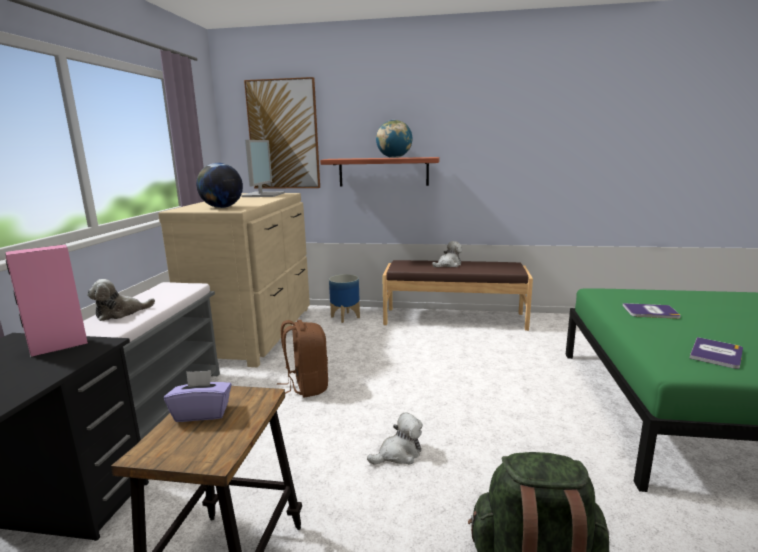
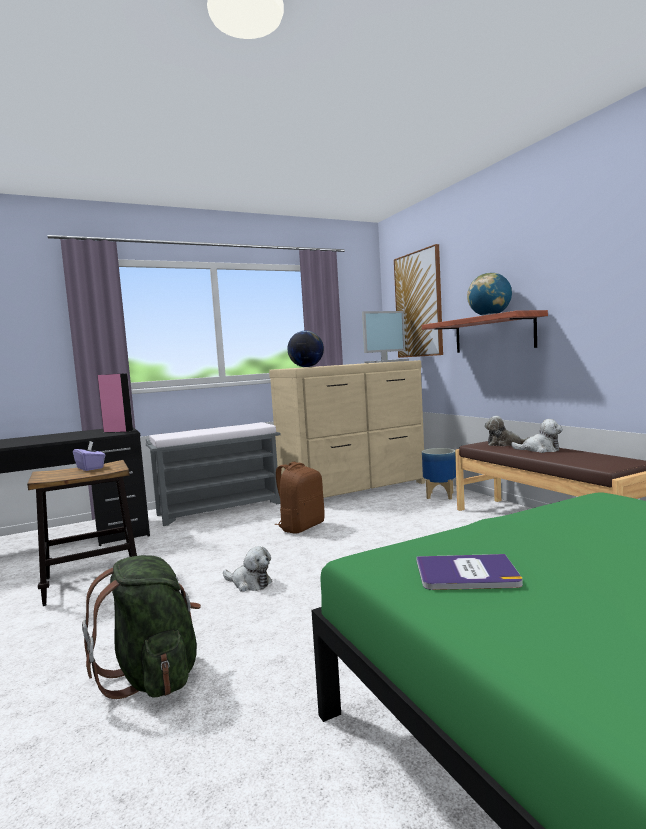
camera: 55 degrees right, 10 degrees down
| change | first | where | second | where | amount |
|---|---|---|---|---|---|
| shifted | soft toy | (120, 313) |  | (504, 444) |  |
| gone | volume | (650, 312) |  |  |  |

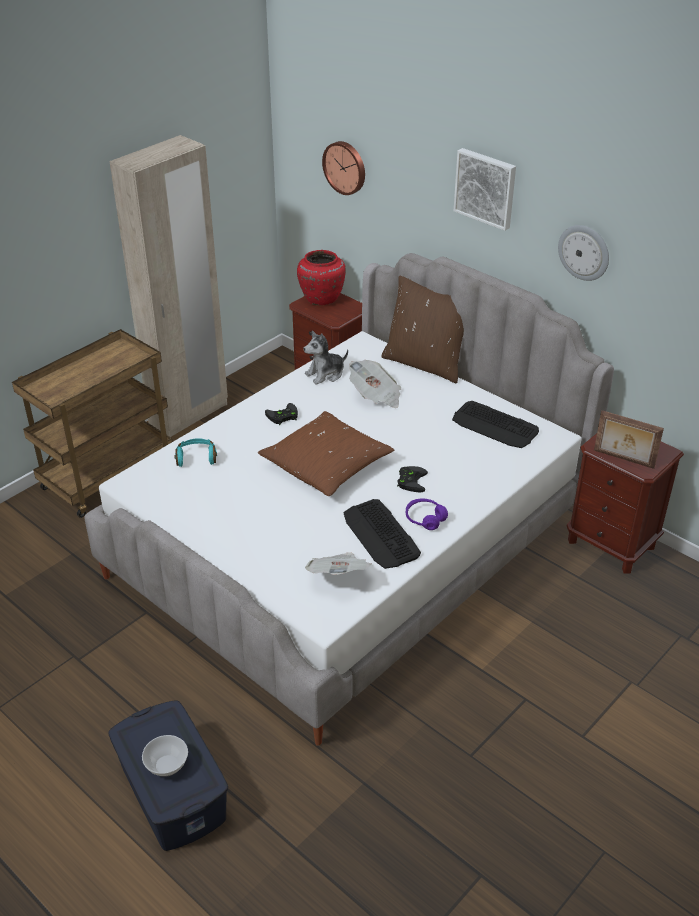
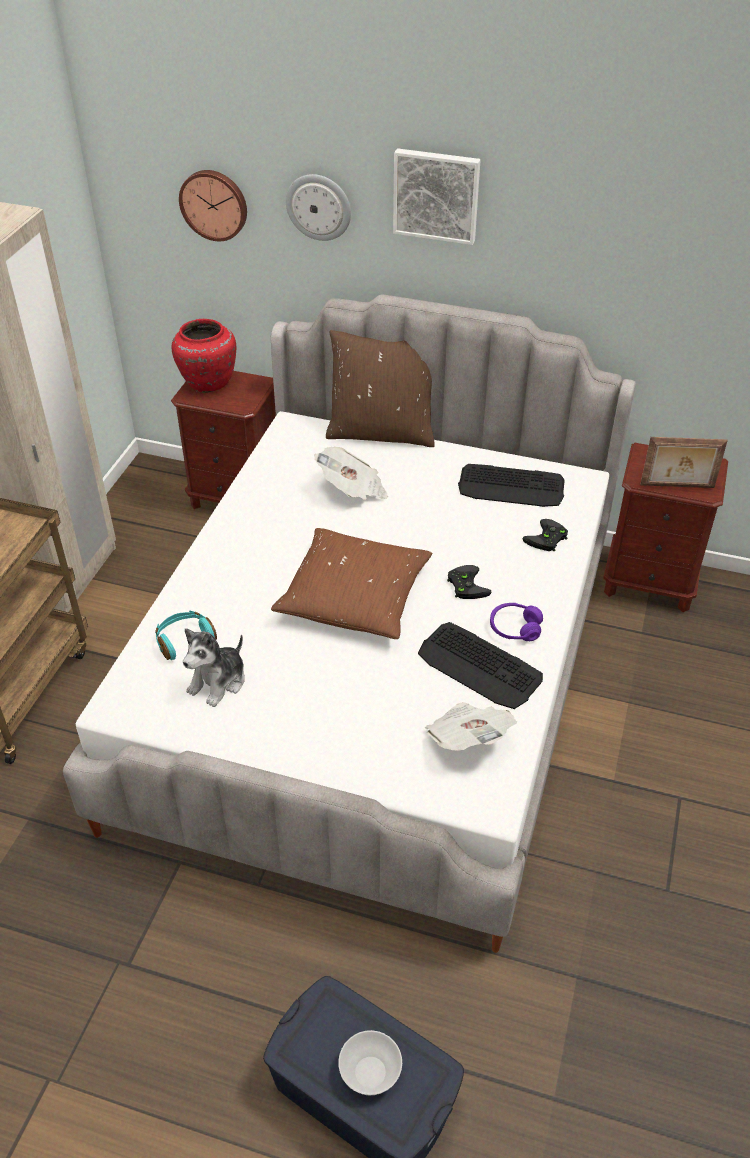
camera: 25 degrees left, 5 degrees up
| change | first | where | second | where | amount |
|---|---|---|---|---|---|
| shifted | wall clock | (584, 252) |  | (319, 207) |  |
| shifted | soft toy | (325, 374) |  | (218, 682) |  |
| shifted | joypad/black | (282, 416) |  | (546, 539) |  |

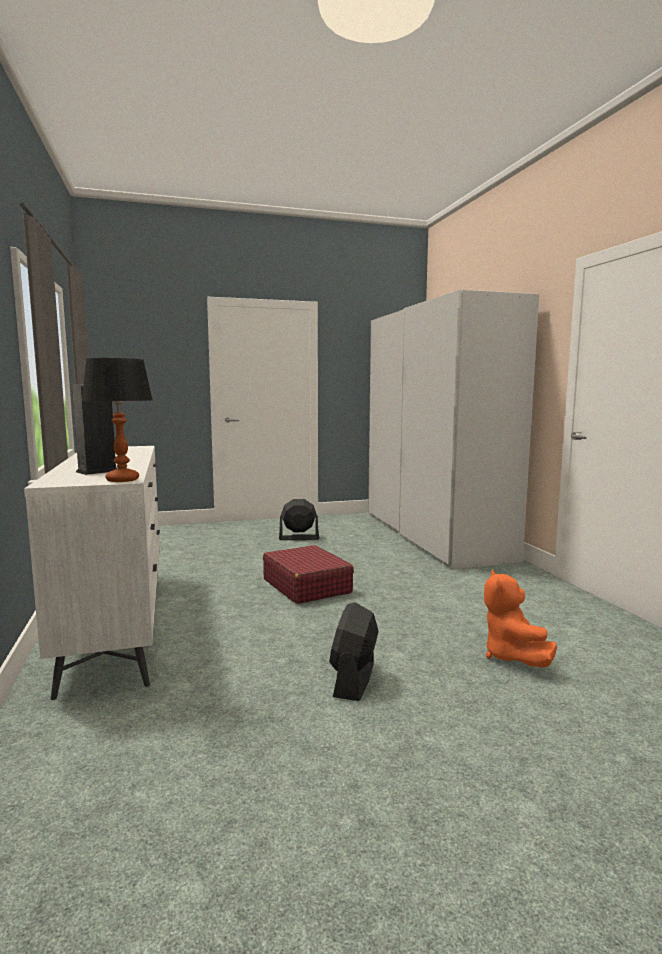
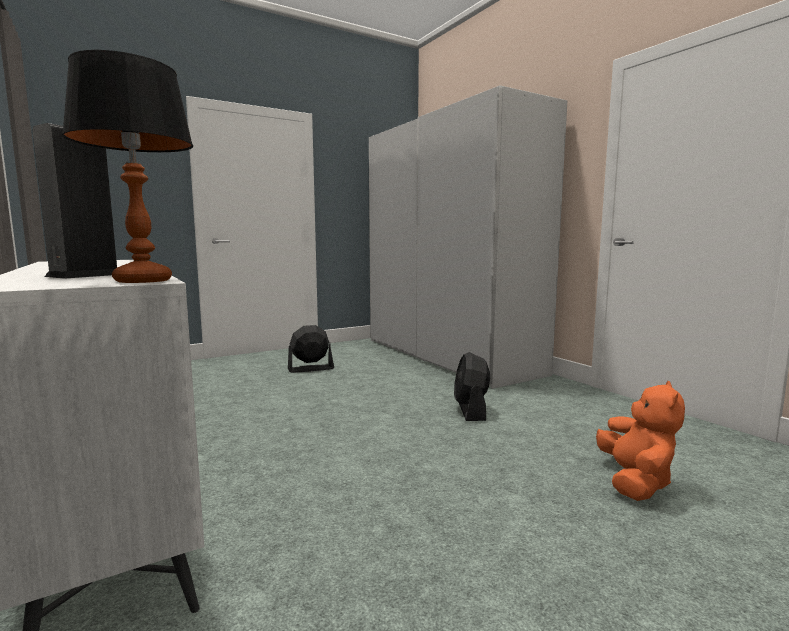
camera: 15 degrees left, 0 degrees up
| change | first | where | second | where | amount |
|---|---|---|---|---|---|
| gone | piece of luggage/red-coloured | (306, 586) |  |  |  |
| rotated | soft toy/orangey | (512, 657) |  | (635, 482) | 150 degrees counterclockwise |
| shifted | electric fan/black | (354, 679) |  | (471, 410) |  |

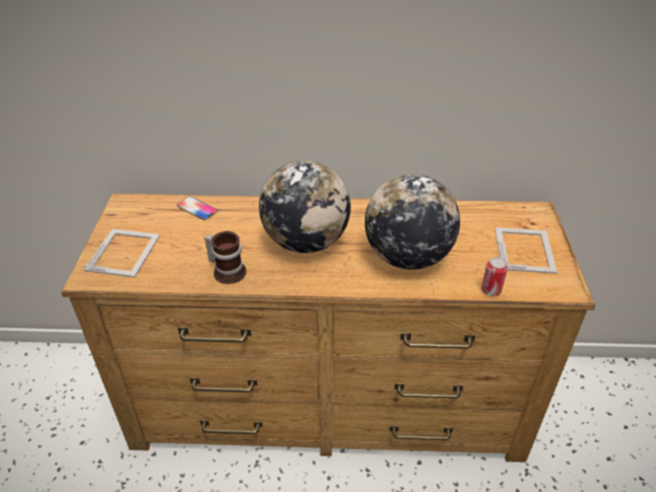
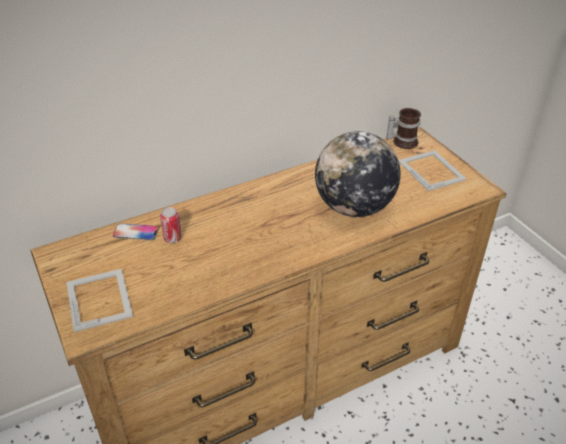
camera: 30 degrees left, 0 degrees up
| change | first | where | second | where | amount |
|---|---|---|---|---|---|
| gone | desk globe | (306, 242) |  |  |  |
| shifted | tea mug | (228, 270) |  | (402, 141) |  |
| shifted | sealed can | (491, 290) |  | (172, 238) |  |

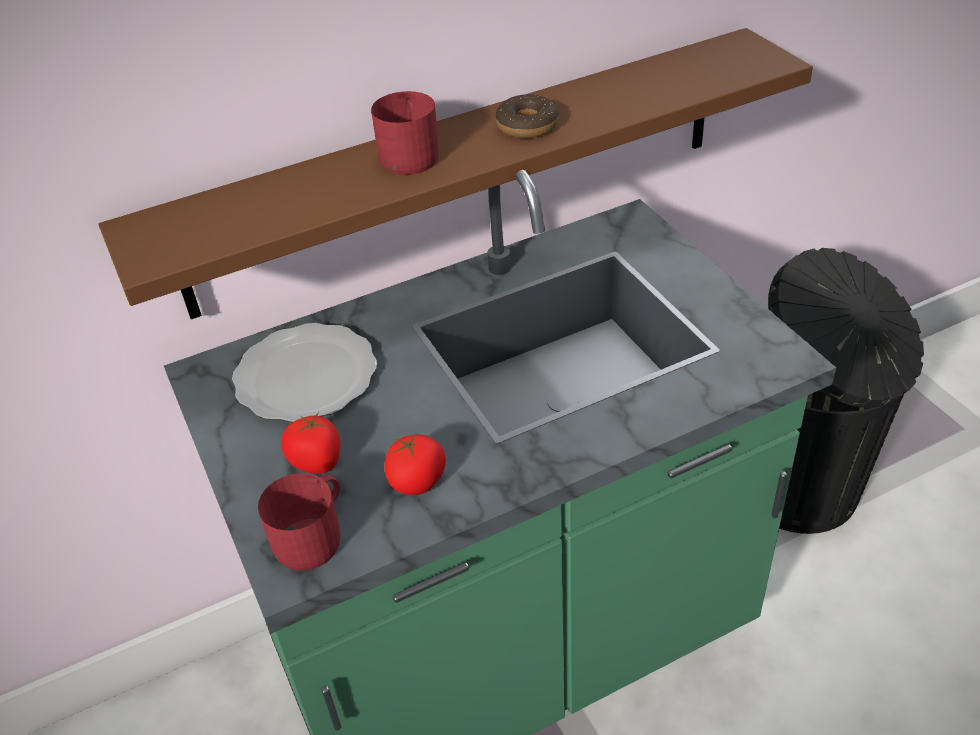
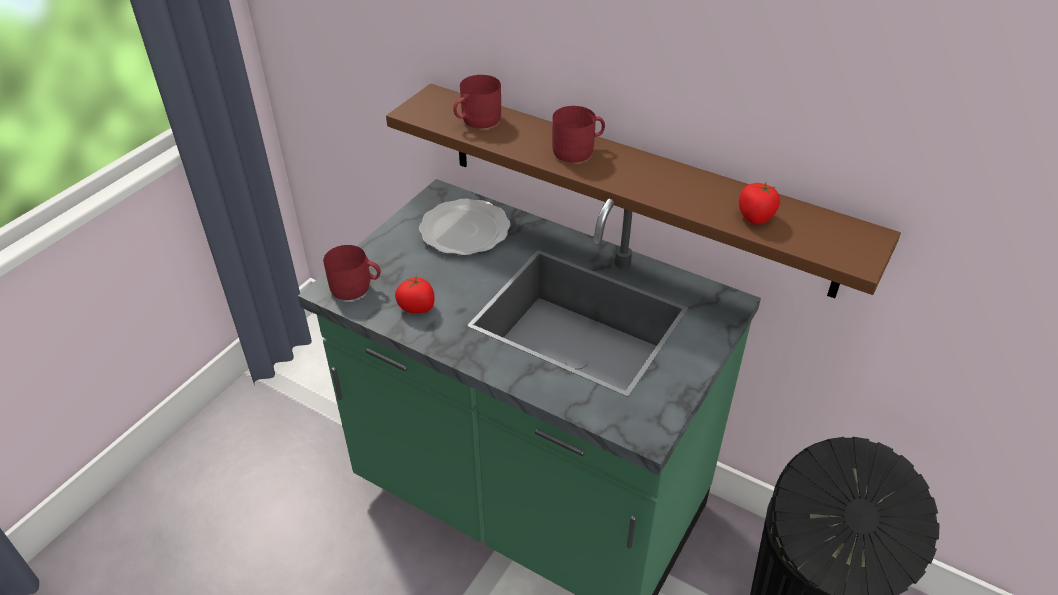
camera: 55 degrees right, 0 degrees up
| change | first | where | second | where | amount |
|---|---|---|---|---|---|
| gone | donut | (527, 126) |  |  |  |
| shifted | tomato | (317, 461) |  | (755, 217) |  |
| new |  |  | tea mug/red-coloured | (476, 120) |  |

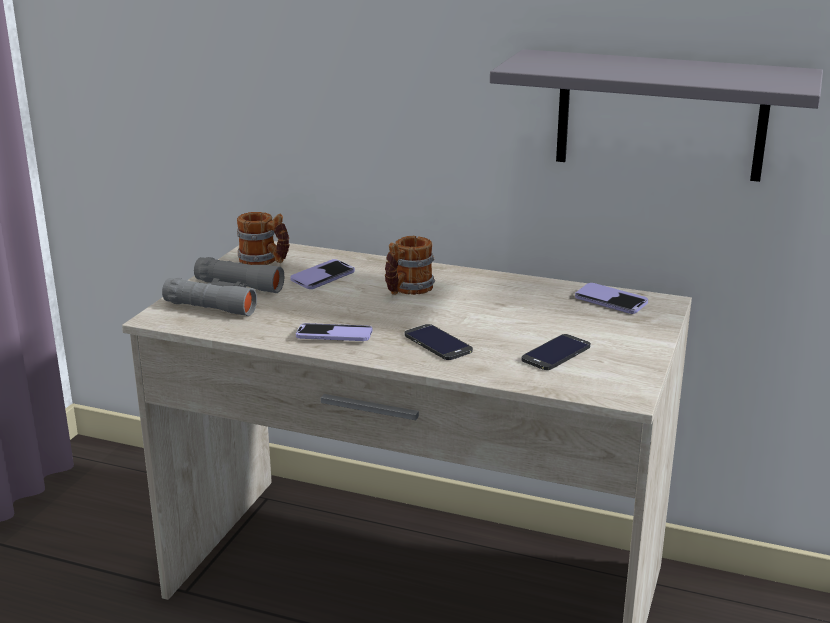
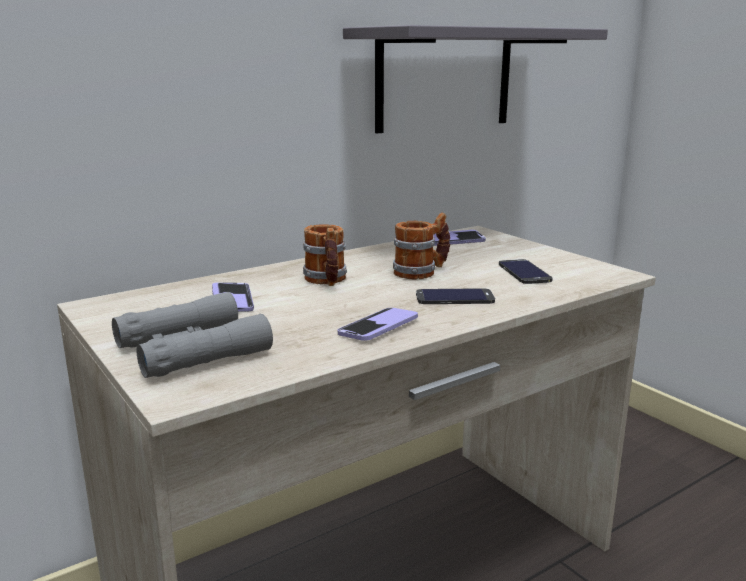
camera: 55 degrees left, 5 degrees down
| change | first | where | second | where | amount |
|---|---|---|---|---|---|
| shifted | tea mug | (264, 261) |  | (421, 272) |  |

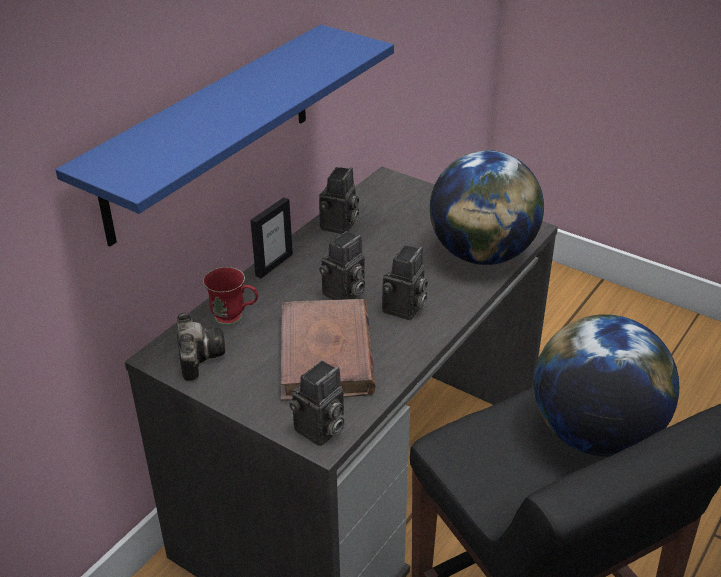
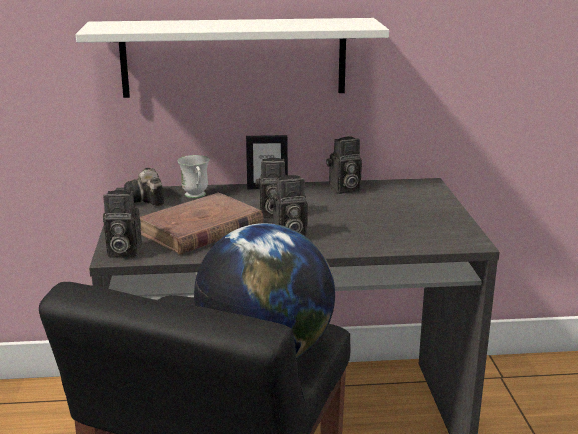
camera: 50 degrees right, 15 degrees down
| change | first | where | second | where | amount |
|---|---|---|---|---|---|
| repainted | wall shelf/bluish | (210, 133) | wall shelf/white-coloured | (234, 57) |  |
| gone | desk globe | (482, 254) |  |  |  |
| repainted | tea mug/red-coloured | (235, 318) | tea mug/white-coloured | (196, 196) |  |
| rotated | still camera | (198, 355) |  | (147, 200) | 120 degrees clockwise |

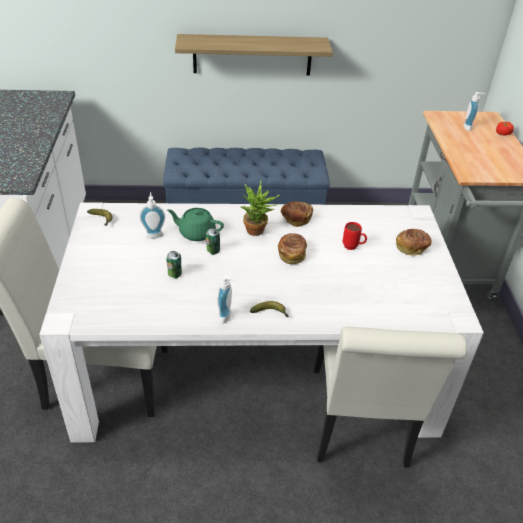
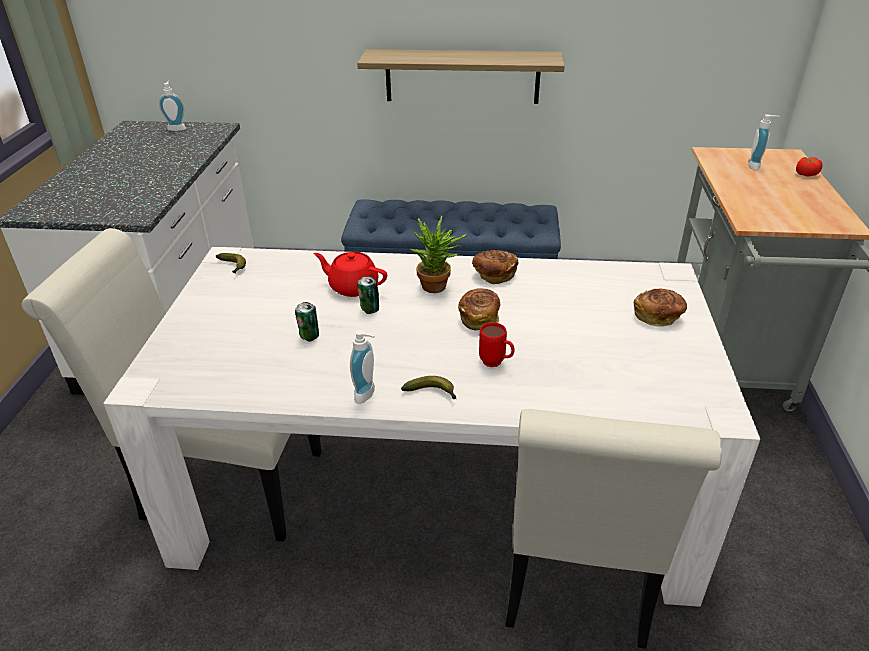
camera: 10 degrees right, 5 degrees down
| change | first | where | second | where | amount |
|---|---|---|---|---|---|
| shifted | soap dispenser | (154, 234) |  | (177, 128) |  |
| repainted | pot for tea/green | (196, 233) | pot for tea/red-coloured | (353, 287) |  |
| shifted | tea mug/red-coloured | (353, 247) |  | (496, 363) |  |

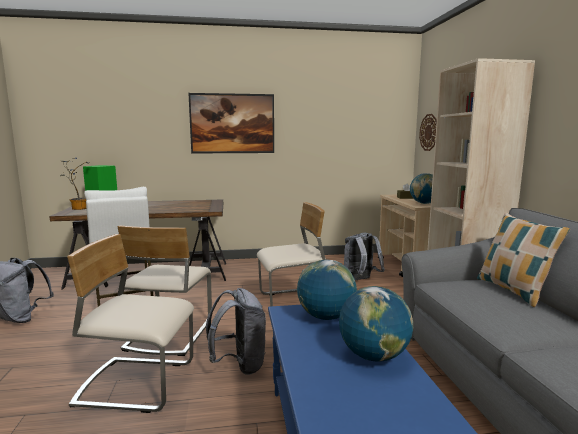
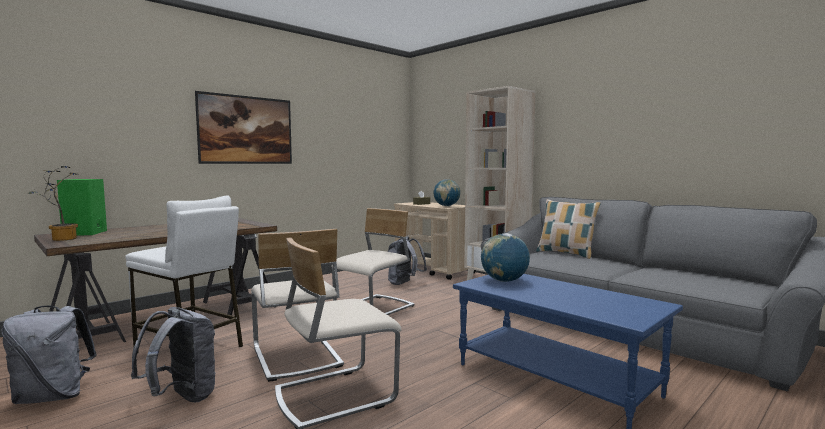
camera: 35 degrees left, 5 degrees down
| change | first | where | second | where | amount |
|---|---|---|---|---|---|
| gone | wall clock | (429, 132) |  |  |  |
| gone | desk globe | (373, 356) |  |  |  |
| shifted | backpack/gray | (239, 365) |  | (181, 397) |  |

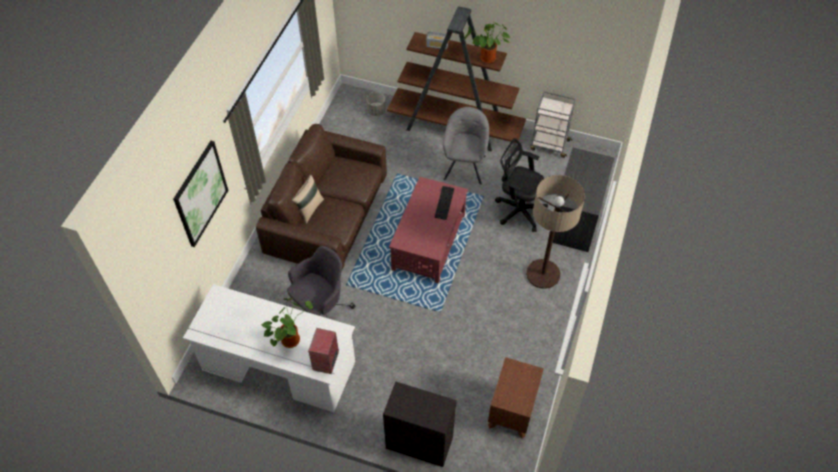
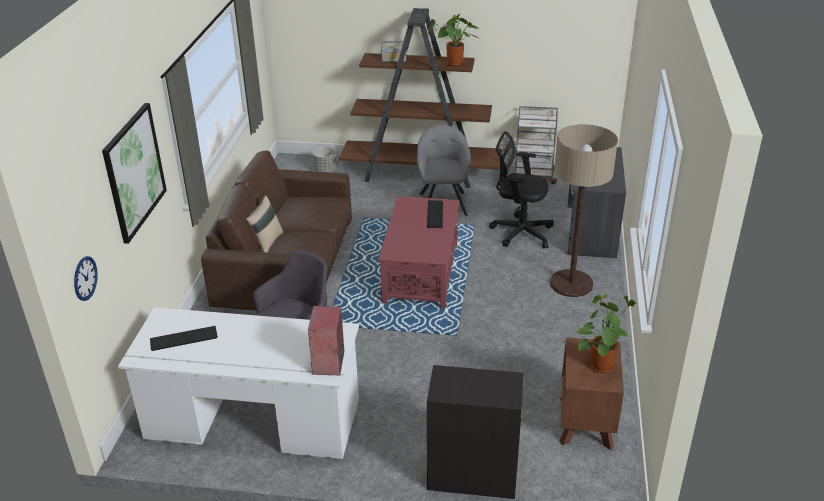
camera: 10 degrees left, 20 degrees down
| change | first | where | second | where | amount |
|---|---|---|---|---|---|
| shifted | plant in a pot | (291, 338) |  | (600, 363) |  |
| new |  |  | wall clock | (85, 278) |  |
| new |  |  | keyboard | (183, 339) |  |

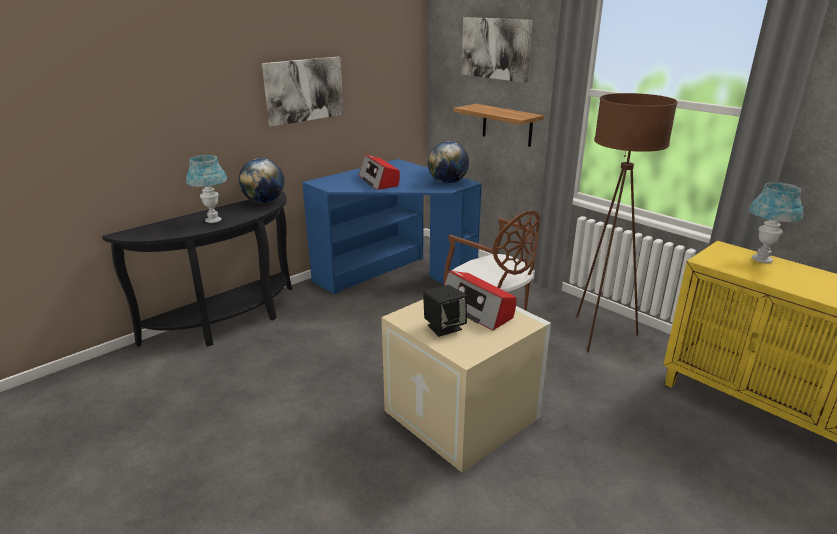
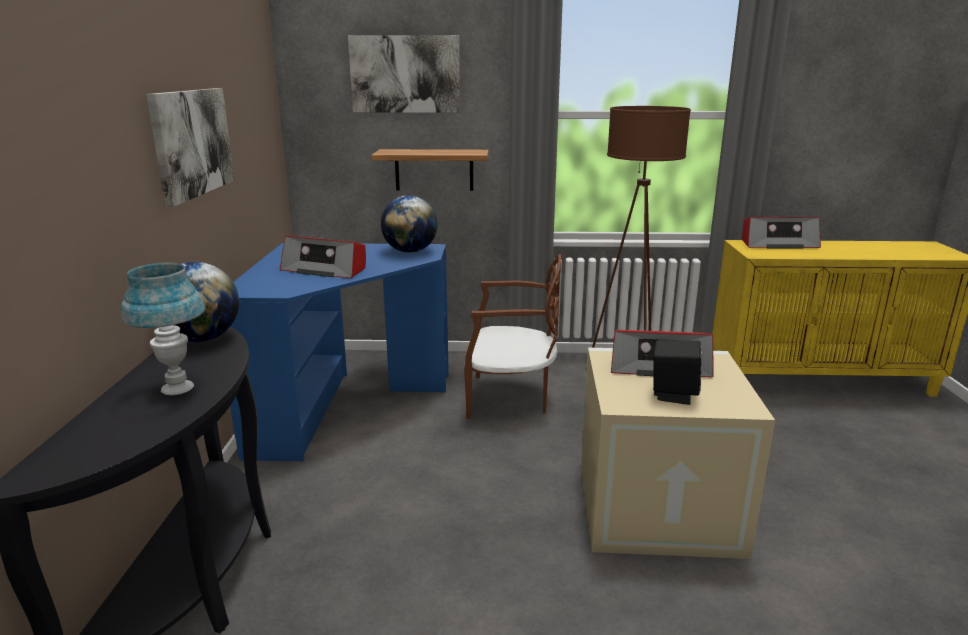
camera: 45 degrees left, 5 degrees down
| change | first | where | second | where | amount |
|---|---|---|---|---|---|
| swapped | tabletop lamp/bluish | (761, 259) | radio receiver | (777, 244) |  |

